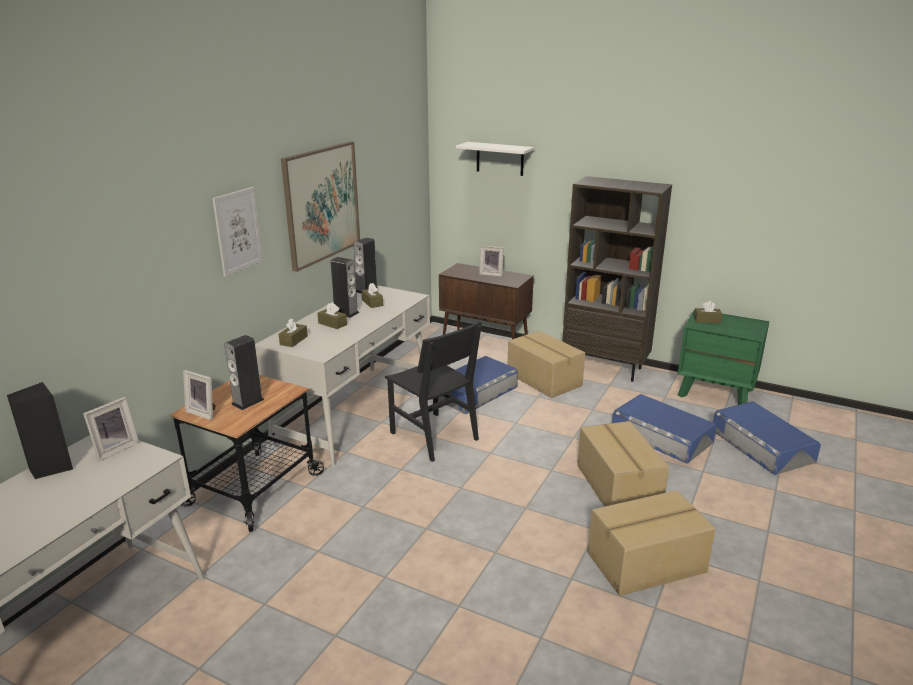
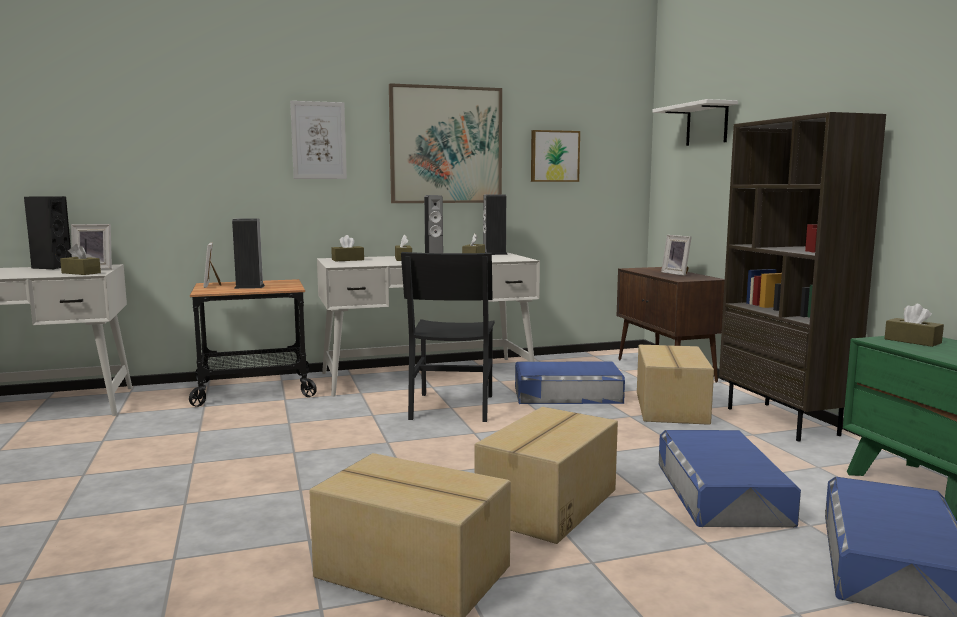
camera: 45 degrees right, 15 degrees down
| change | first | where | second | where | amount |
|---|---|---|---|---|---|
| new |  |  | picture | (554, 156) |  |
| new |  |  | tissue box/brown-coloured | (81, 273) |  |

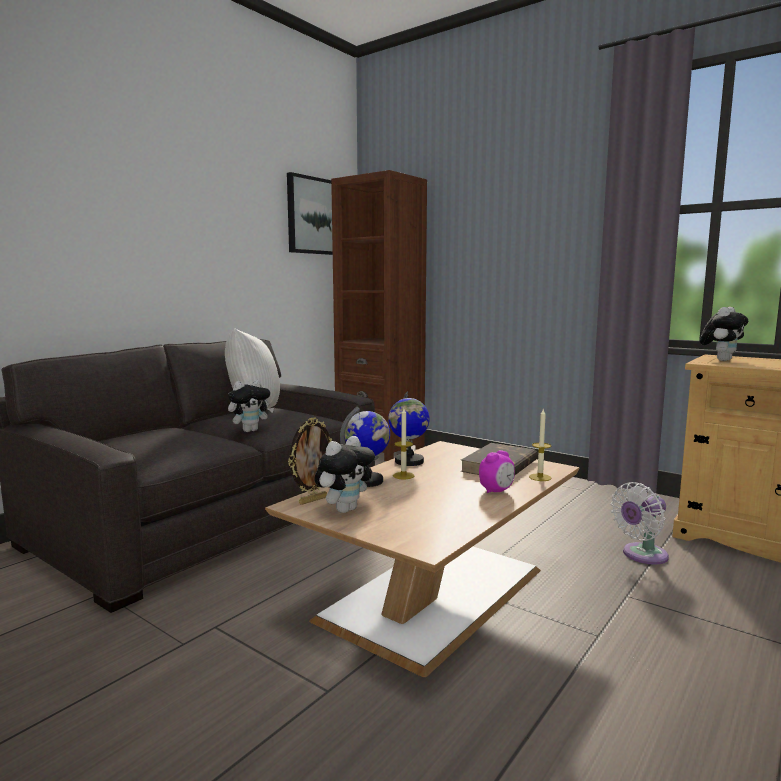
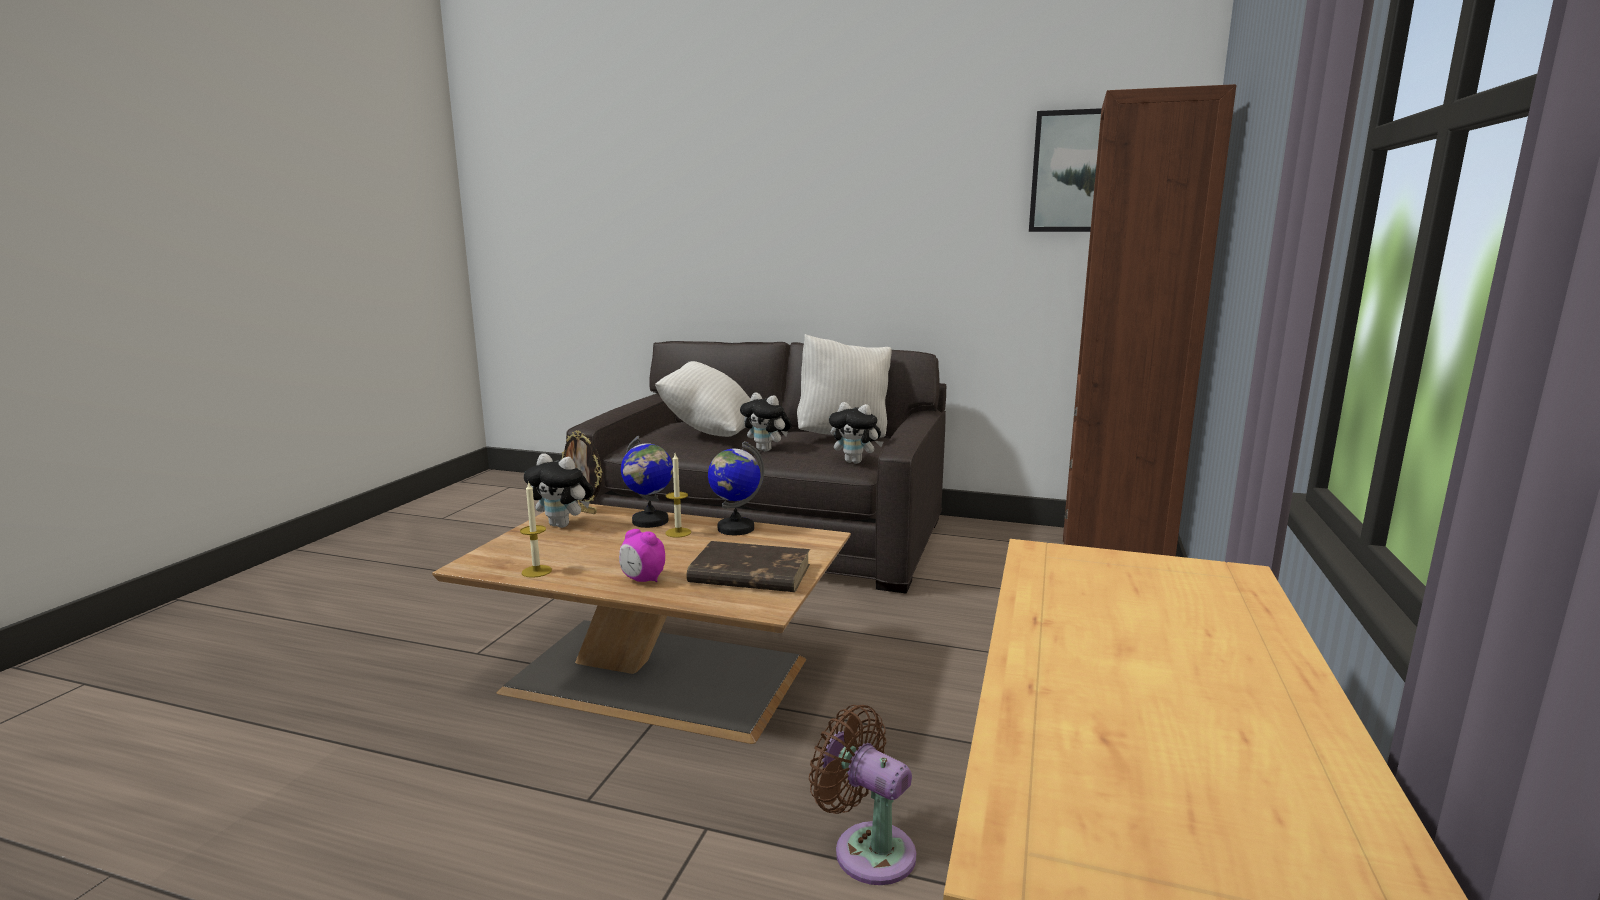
camera: 70 degrees right, 5 degrees up
| change | first | where | second | where | amount |
|---|---|---|---|---|---|
| shifted | soft toy | (721, 360) |  | (855, 462) |  |
| shifted | candle | (540, 477) |  | (536, 571) |  |
| repainted | electric fan/white-coloured | (641, 555) | electric fan/brown-coloured | (867, 849) |  |
| new |  |  | cushion/white-coloured | (710, 432) |  |

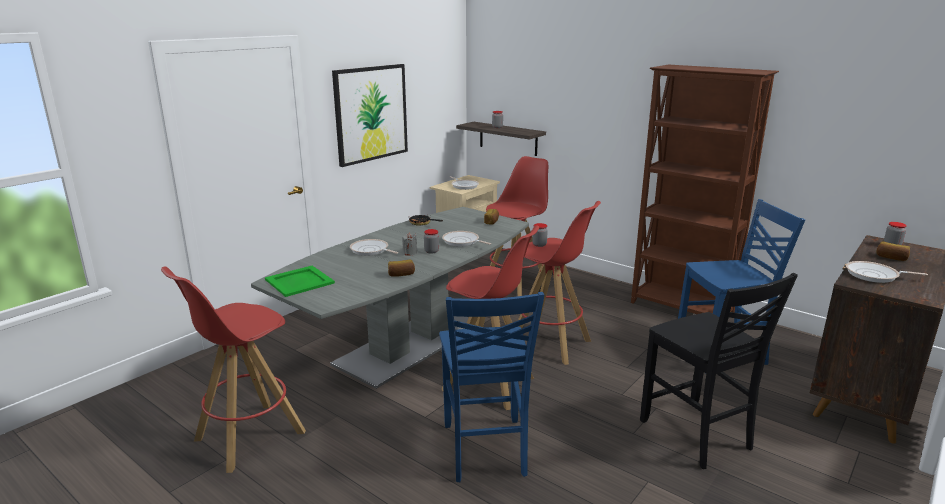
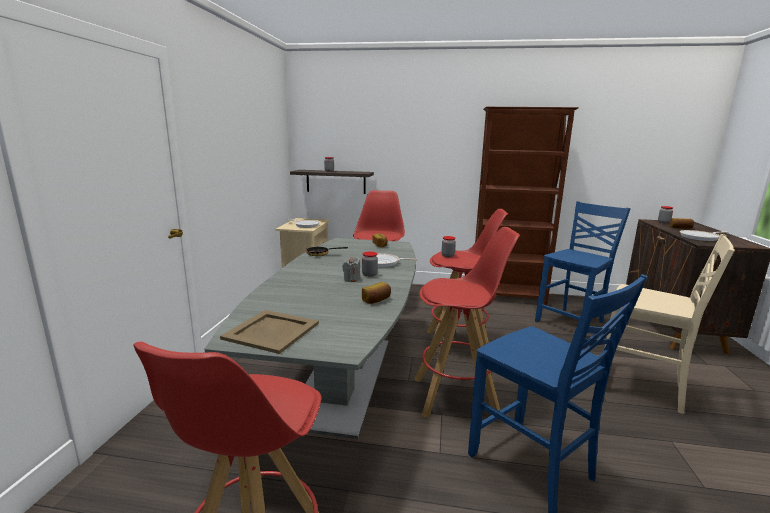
camera: 30 degrees left, 5 degrees down
| change | first | where | second | where | amount |
|---|---|---|---|---|---|
| gone | picture | (371, 113) |  |  |  |
| gone | skillet | (371, 250) |  |  |  |
| repainted | tray/green | (299, 281) | tray/beige | (271, 330) |  |
| repainted | chair/black | (697, 435) | chair/beige | (642, 387) |  |

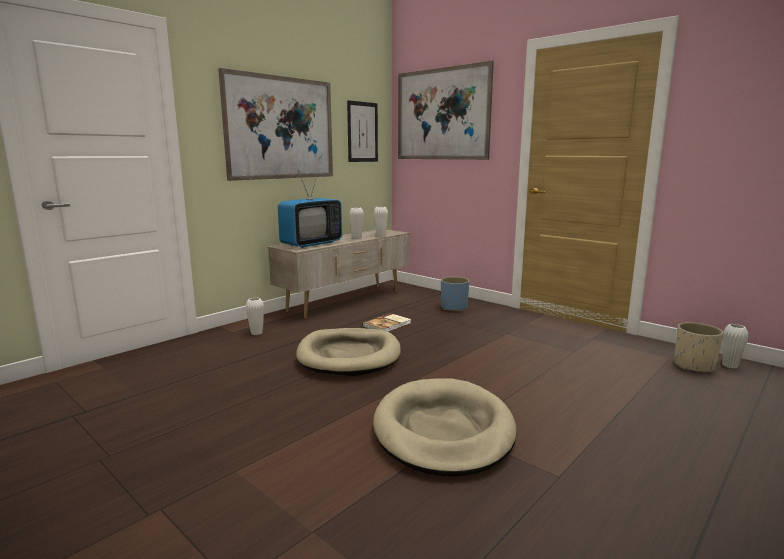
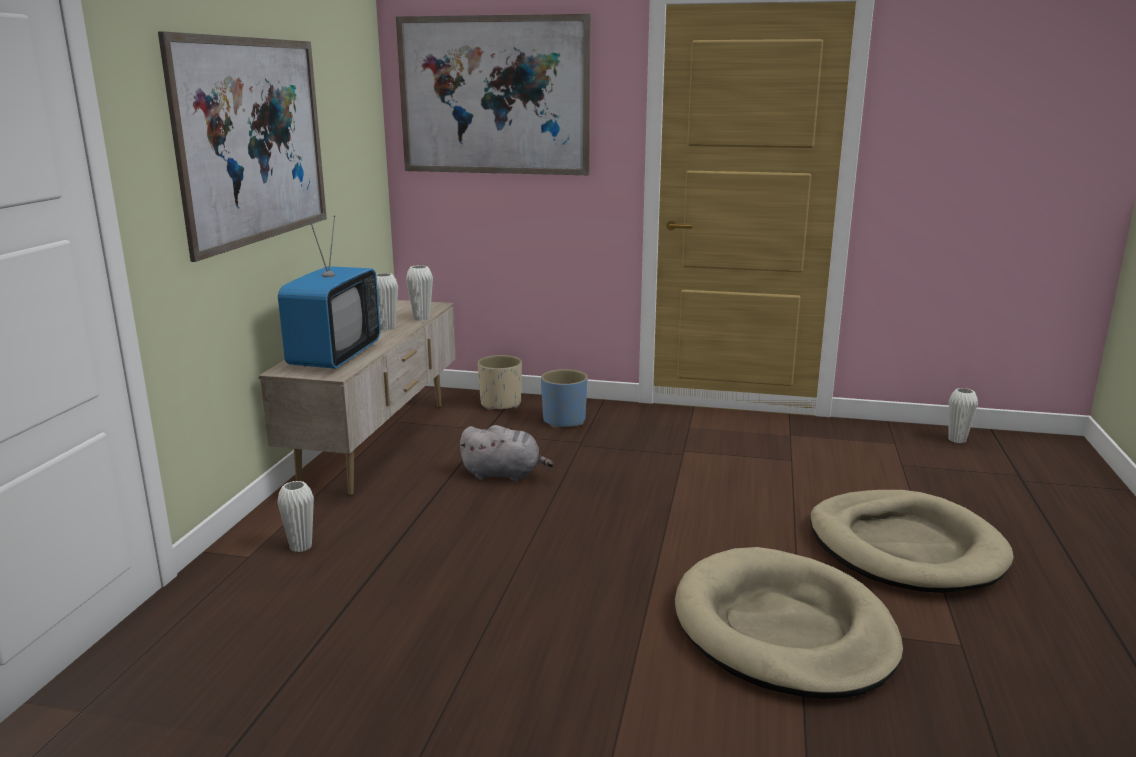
camera: 30 degrees left, 5 degrees up
| change | first | where | second | where | amount |
|---|---|---|---|---|---|
| gone | picture | (362, 132) |  |  |  |
| swapped | volume | (388, 324) | soft toy/gray | (504, 475) |  |
| shifted | planter/beige | (694, 366) |  | (501, 404) |  |
| shifted | pet bed/beige | (349, 355) |  | (904, 547) |  |

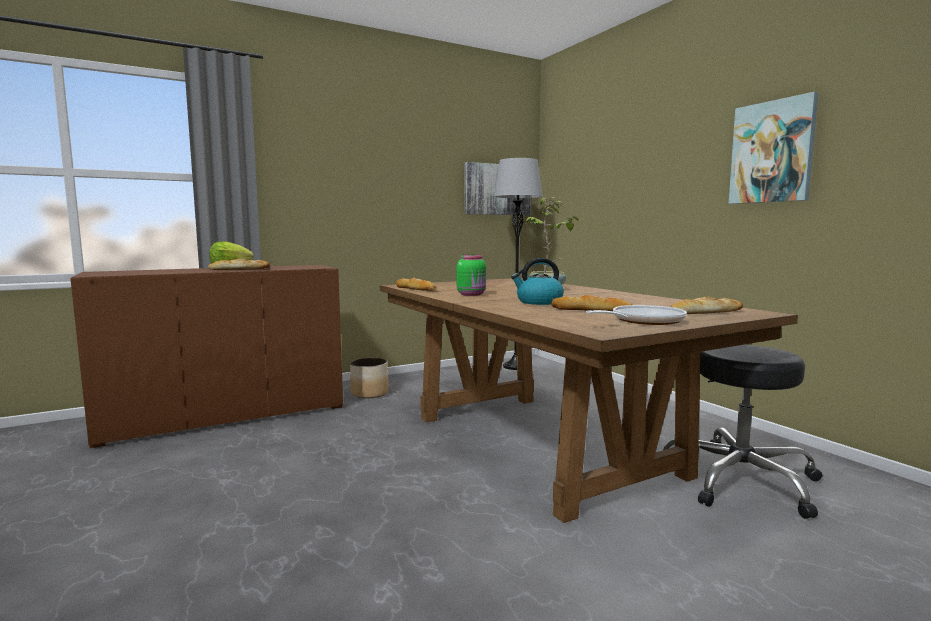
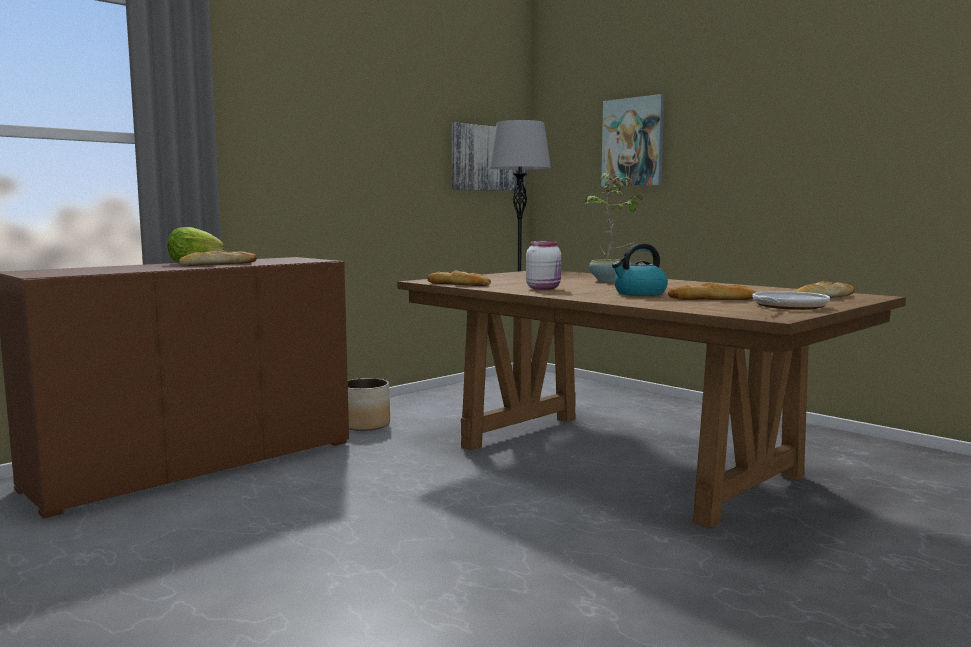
camera: 15 degrees left, 0 degrees up
| change | first | where | second | where | amount |
|---|---|---|---|---|---|
| shifted | picture | (772, 152) |  | (633, 142) |  |
| repainted | storage jar/green | (472, 294) | storage jar/white-coloured | (544, 288) |  |
| gone | sitting stool/black | (738, 480) |  |  |  |

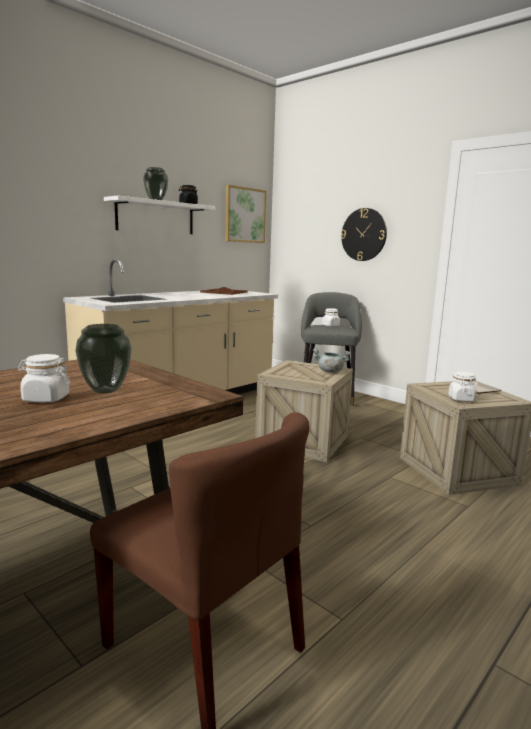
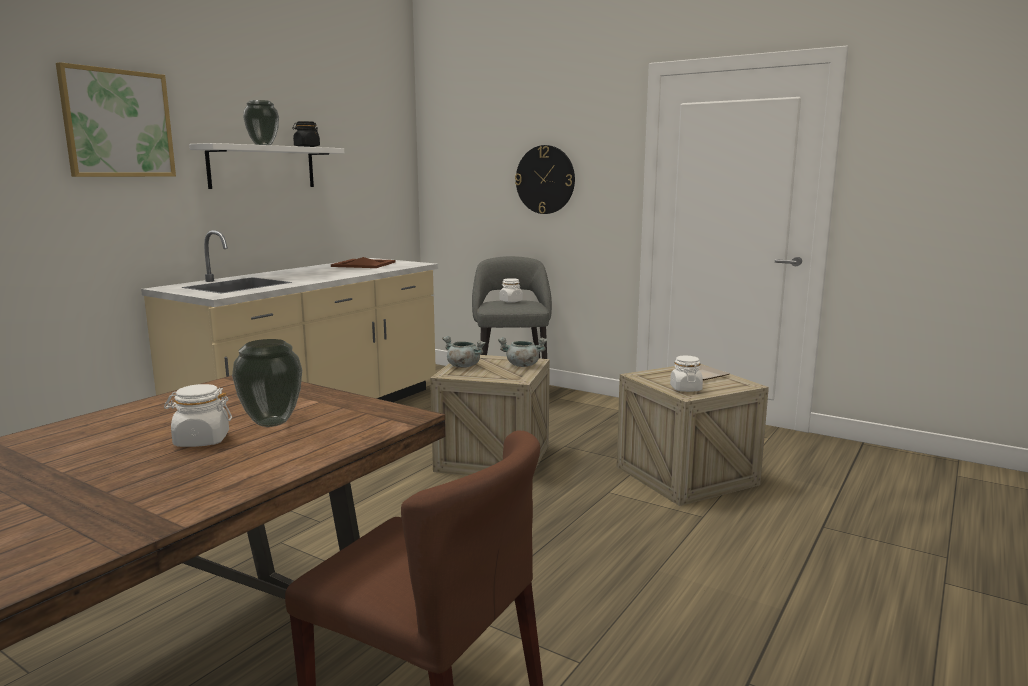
camera: 10 degrees left, 0 degrees up
| change | first | where | second | where | amount |
|---|---|---|---|---|---|
| shifted | picture | (244, 215) |  | (118, 124) |  |
| new |  |  | cooking pot/gray | (463, 366) |  |

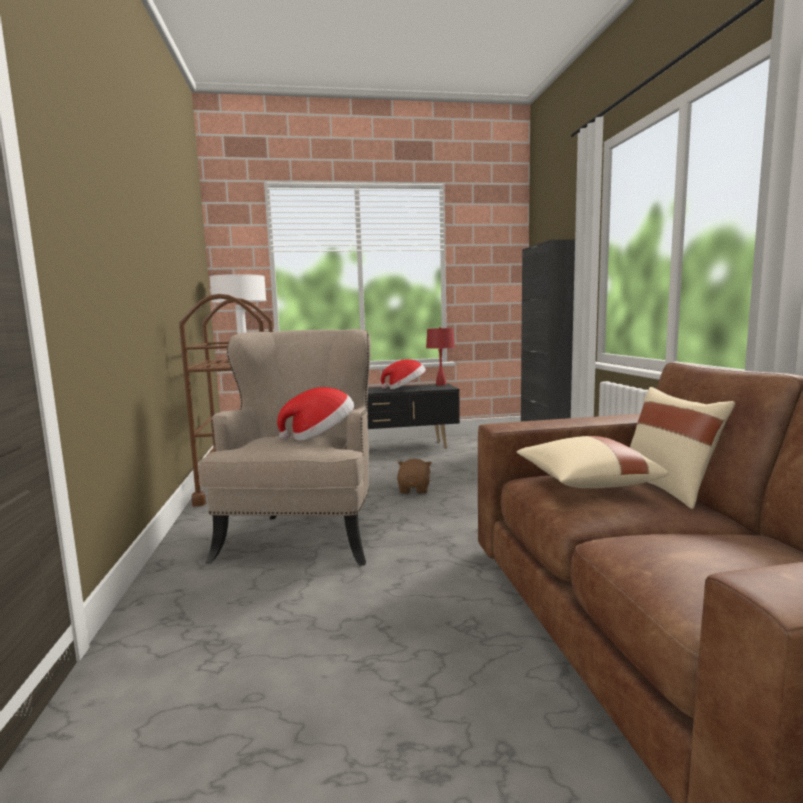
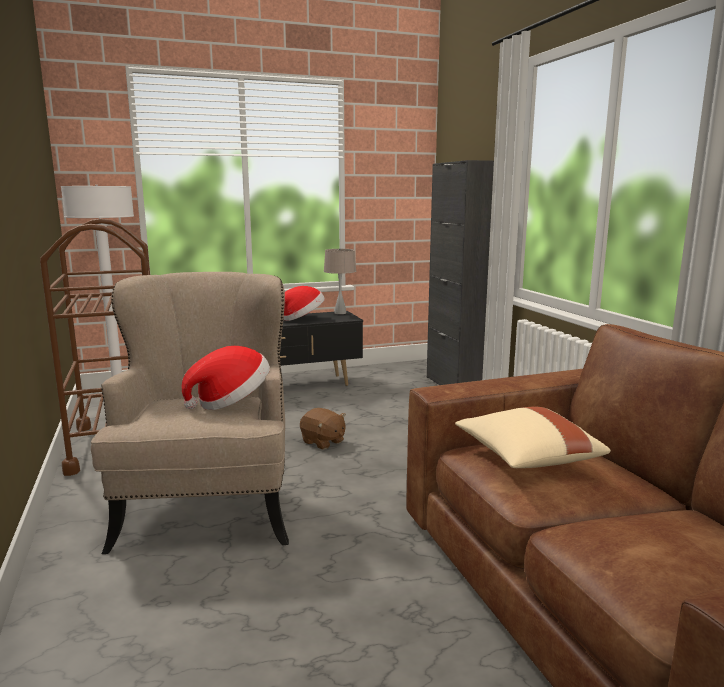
camera: 10 degrees left, 5 degrees up
| change | first | where | second | where | amount |
|---|---|---|---|---|---|
| repainted | tabletop lamp/red-coloured | (441, 384) | tabletop lamp/beige | (340, 313) |  |
| gone | cushion/beige | (668, 489) |  |  |  |
| rotated | soft toy/brown-coloured | (414, 489) |  | (323, 442) | 135 degrees clockwise |

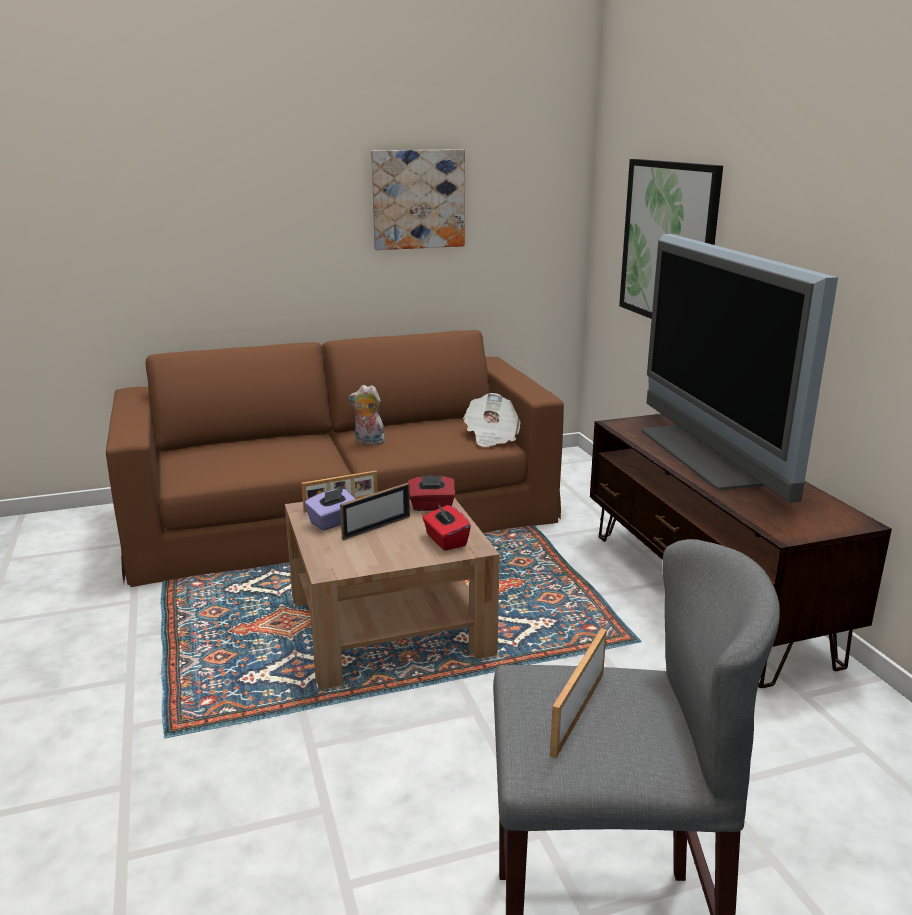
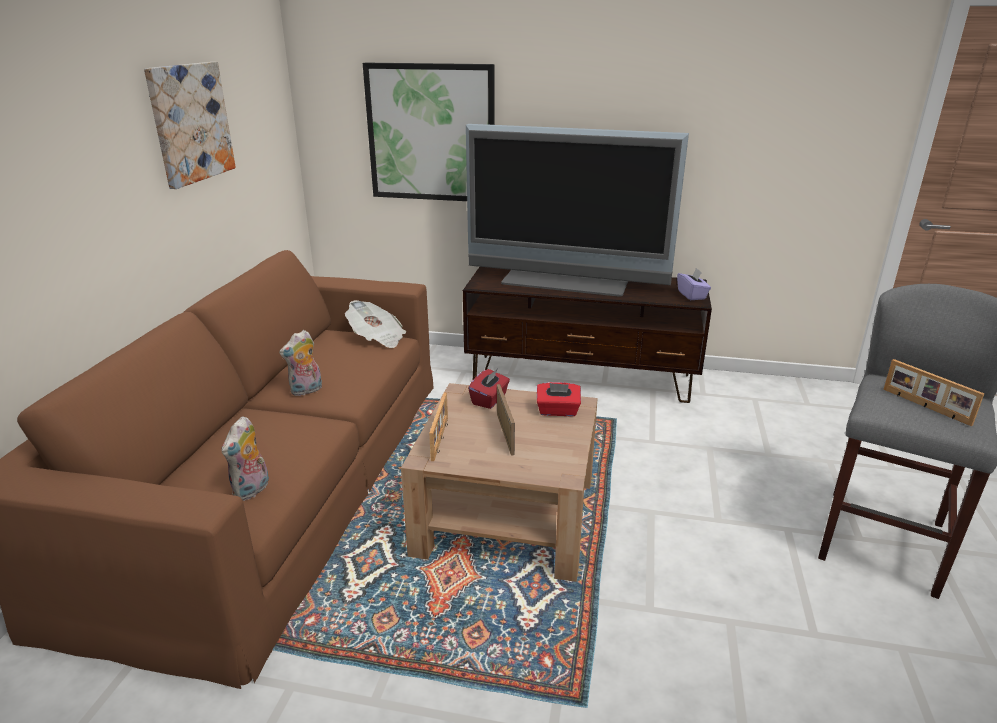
camera: 60 degrees left, 5 degrees up
| change | first | where | second | where | amount |
|---|---|---|---|---|---|
| shifted | tissue box/purple | (333, 522) |  | (692, 295) |  |
| new |  |  | soft toy | (252, 490) |  |

